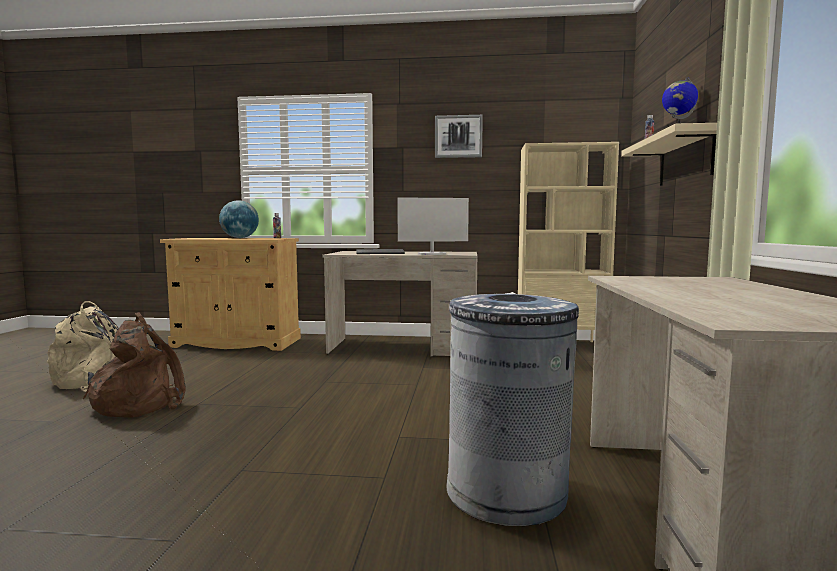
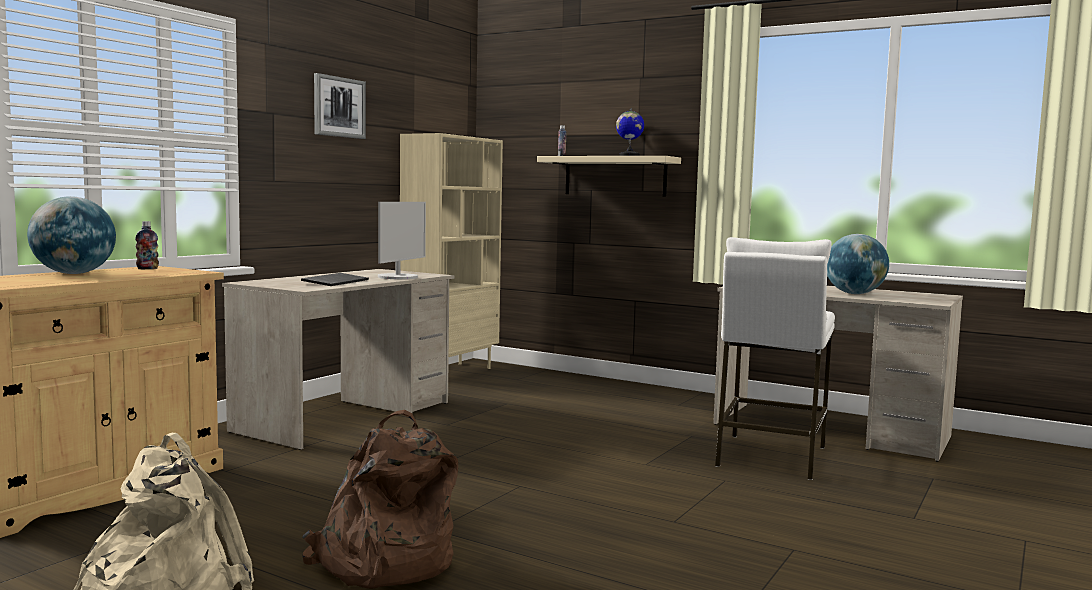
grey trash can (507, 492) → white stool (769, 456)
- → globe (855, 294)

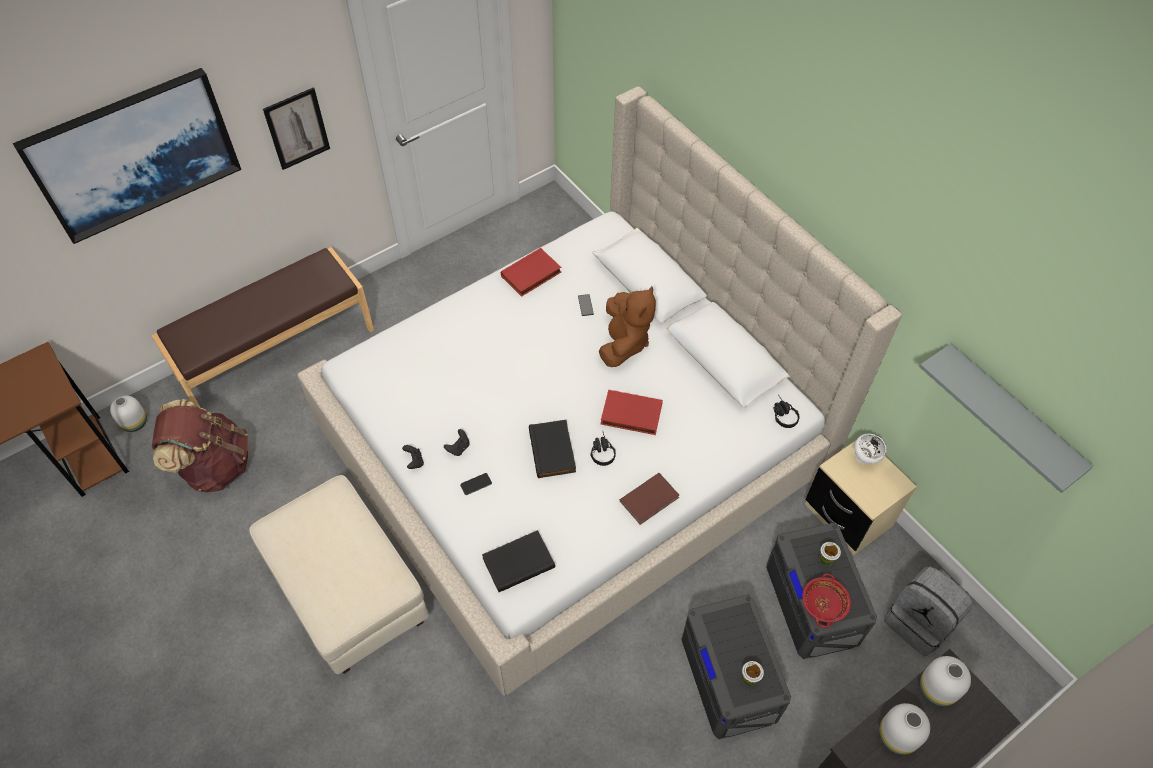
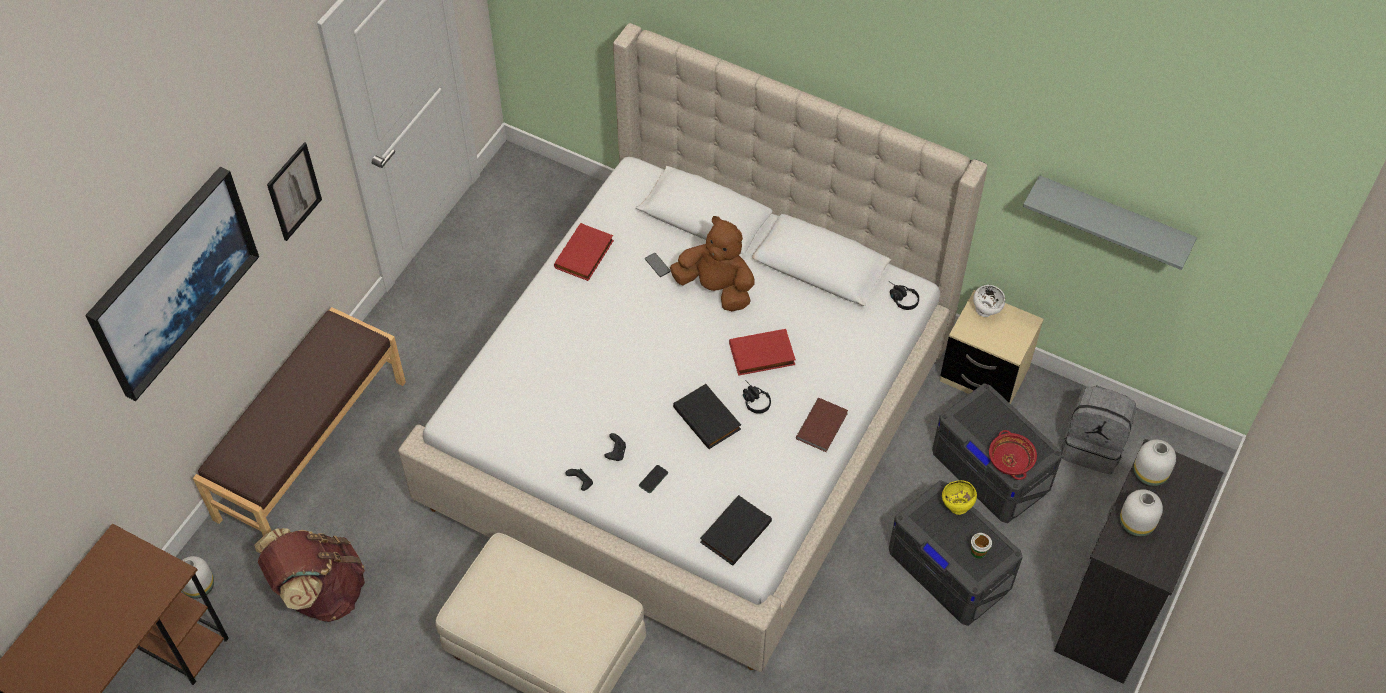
brown plush toy (624, 343) → brown plush toy (716, 288), 45 degrees counterclockwise
cup (826, 559) → -
- → yellow bowl (956, 506)

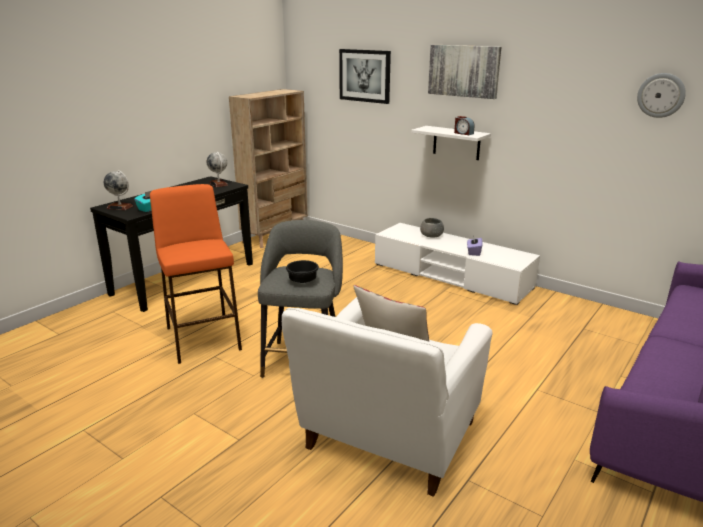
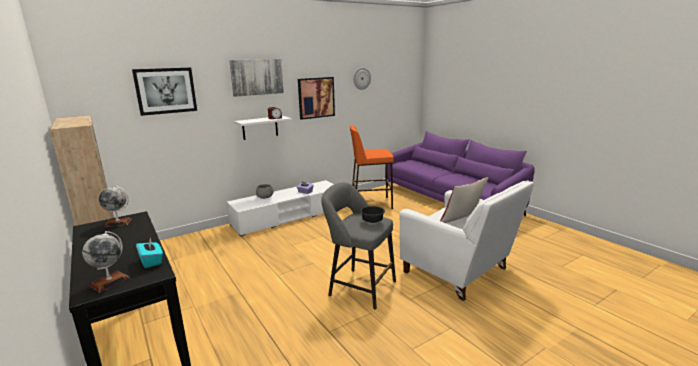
orange stool (203, 338) → orange stool (371, 203), relocated
- → picture (316, 97)

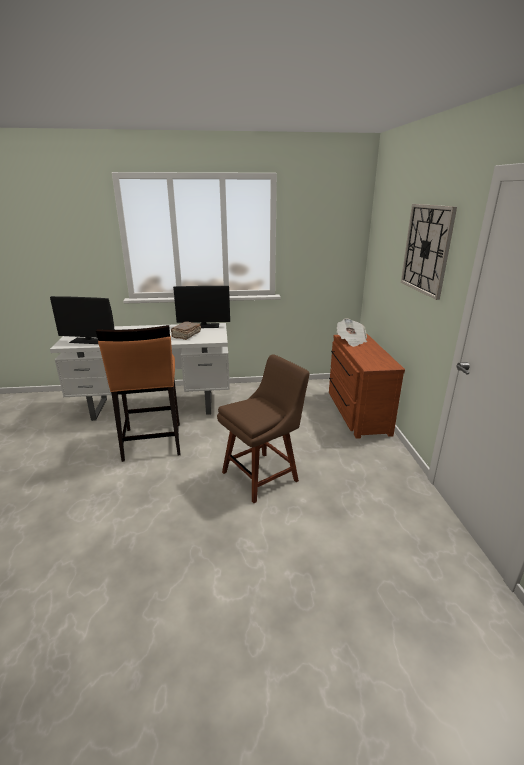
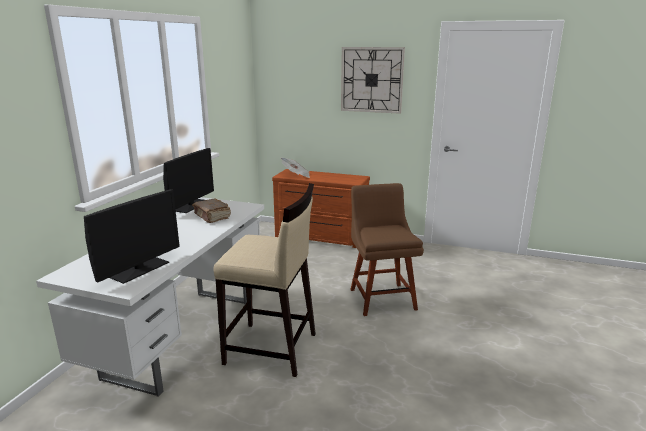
orange stool (152, 442) → beige stool (271, 349)

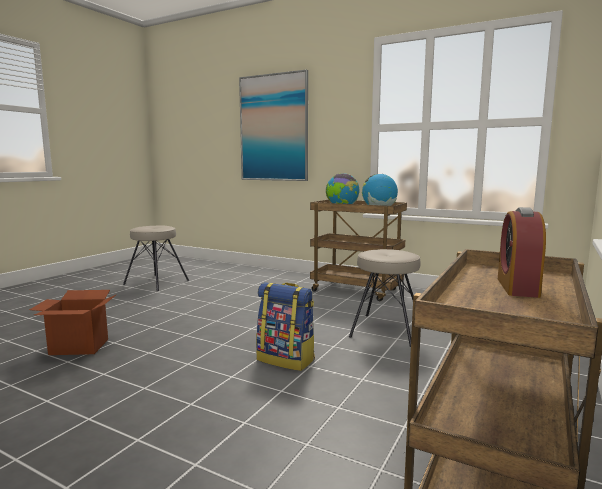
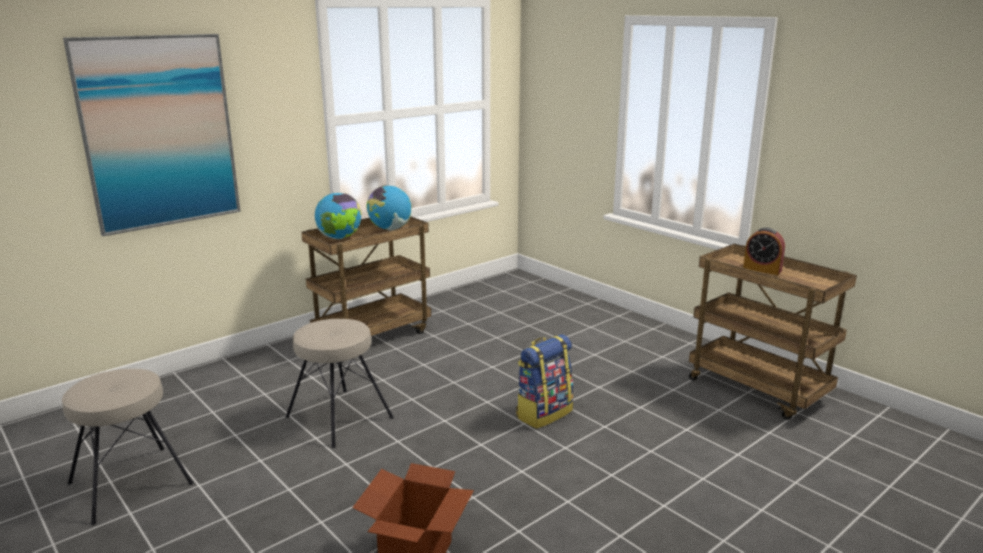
beige stool (386, 330) → beige stool (338, 418), relocated

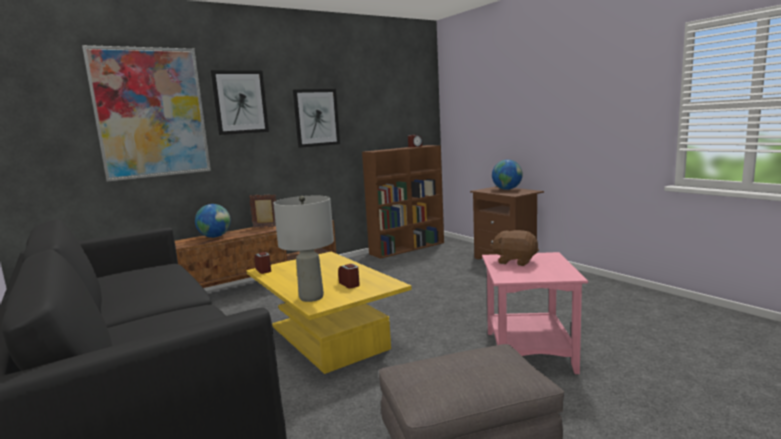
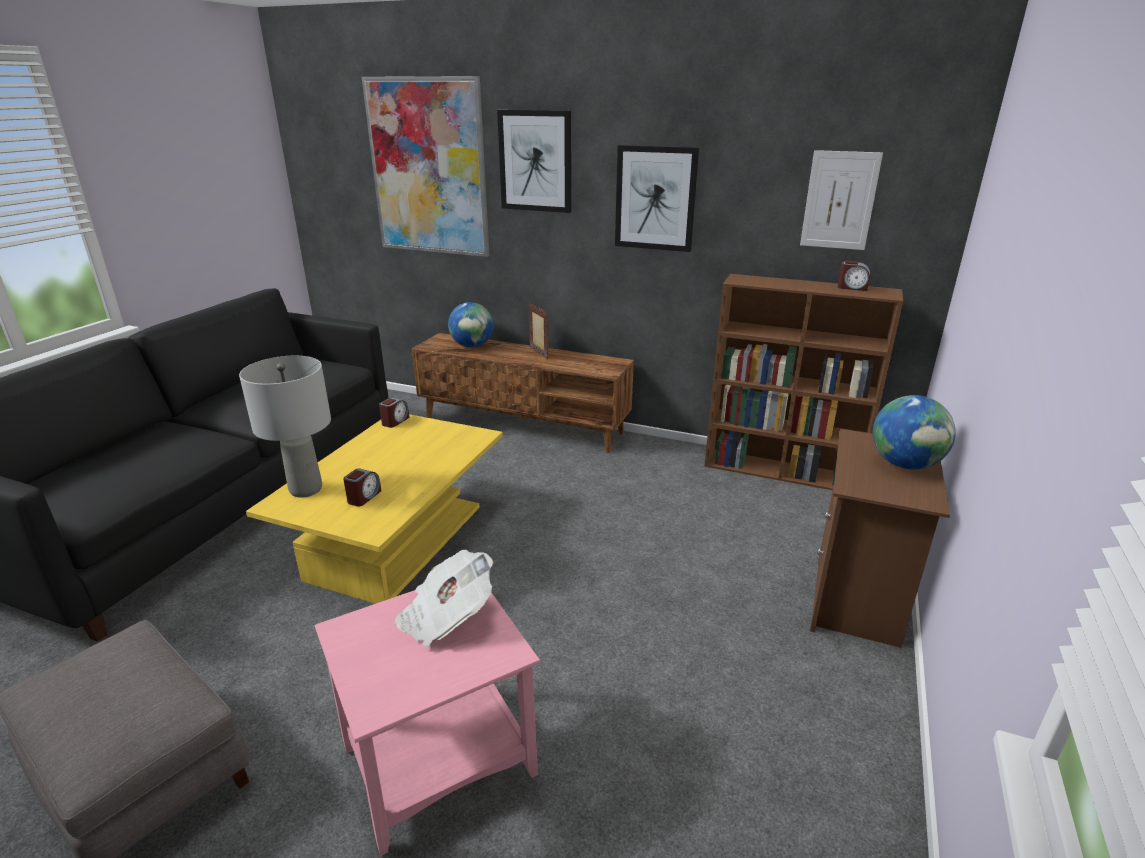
brown plush toy (515, 261) → newspaper (446, 616)
- → picture (839, 200)

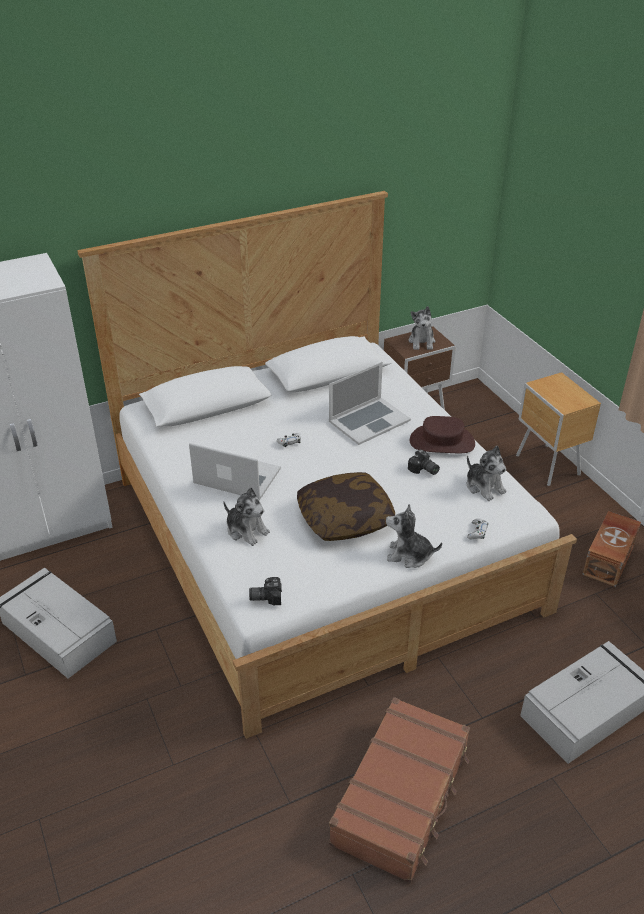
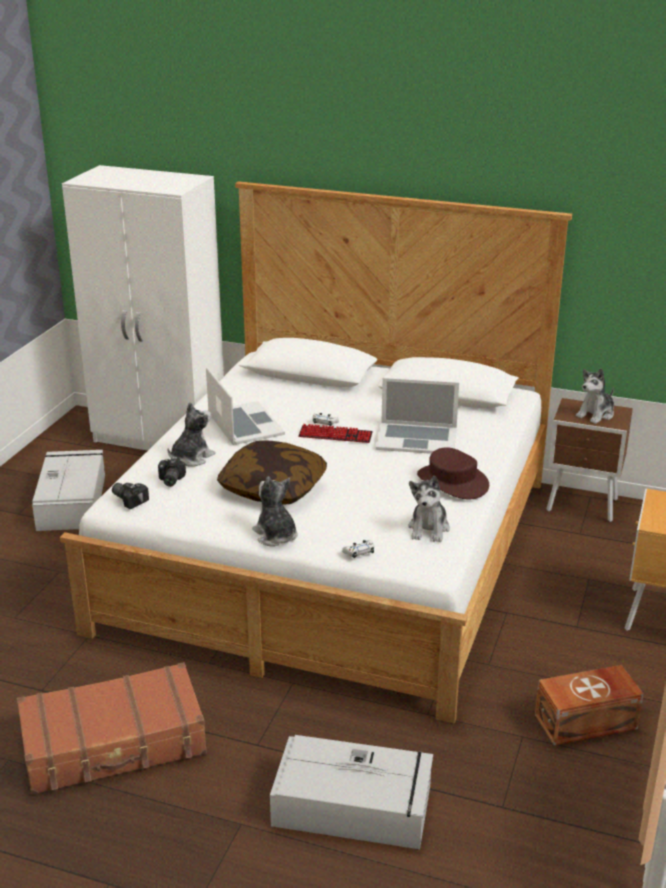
photo camera (423, 470) → photo camera (169, 480), relocated
plush toy (246, 530) → plush toy (191, 458), 135 degrees counterclockwise
- → keyboard (335, 435)

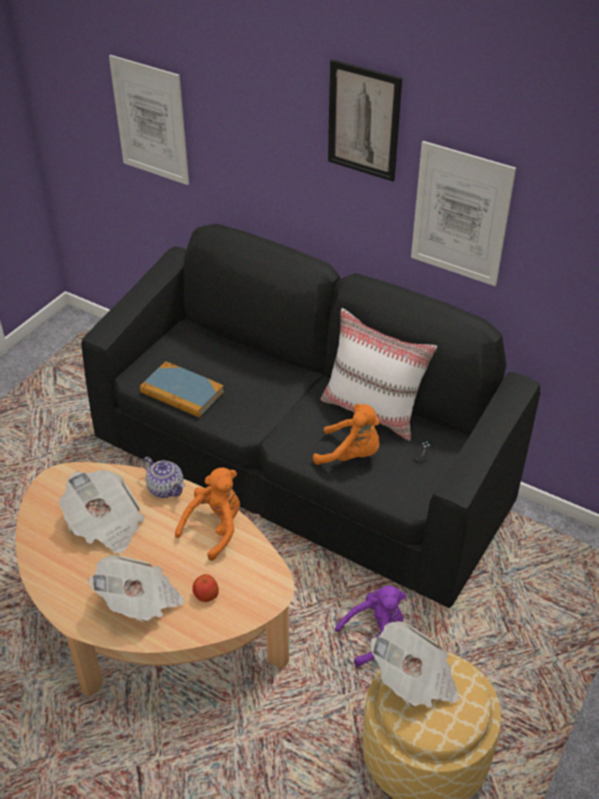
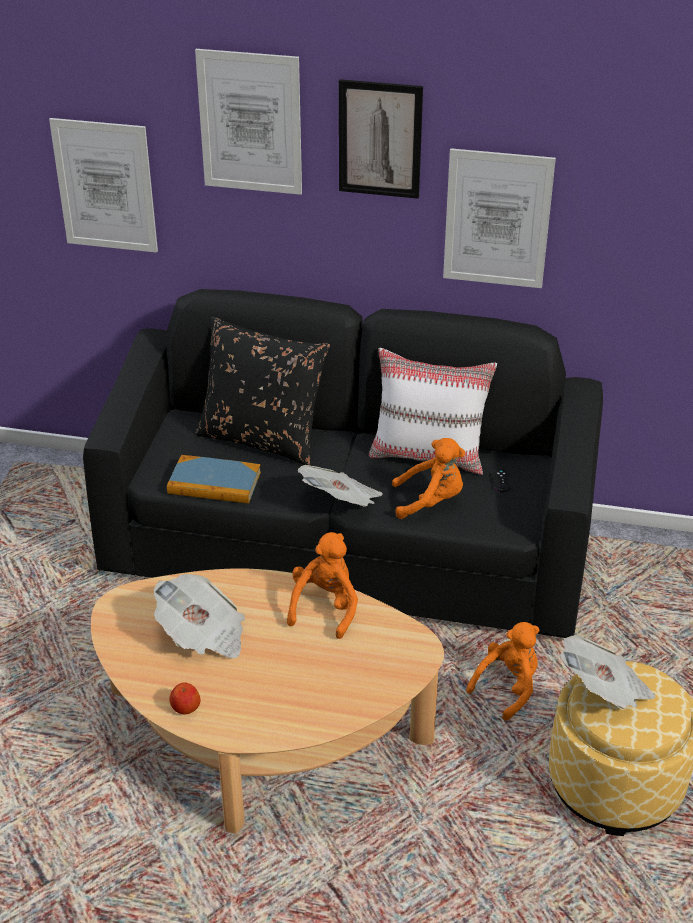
teapot (165, 488) → -
newspaper (140, 601) → newspaper (341, 503), relocated
apple (206, 595) → apple (185, 707), relocated
purple plush toy (374, 635) → orange plush toy (508, 687)
- → picture (250, 122)
- → black pillow (263, 438)

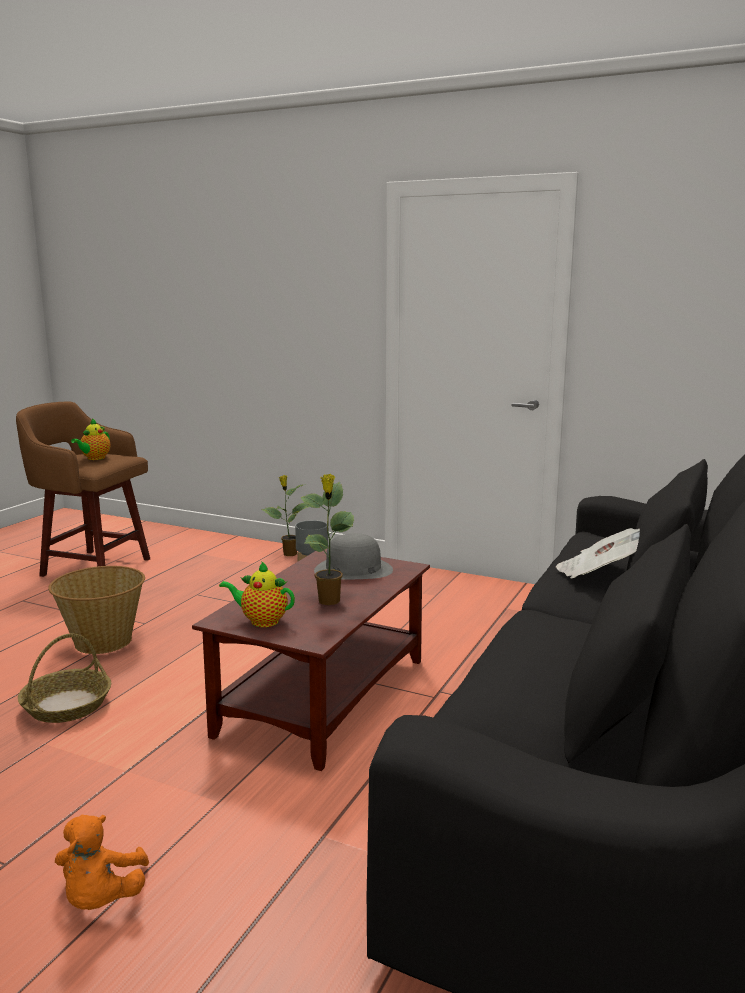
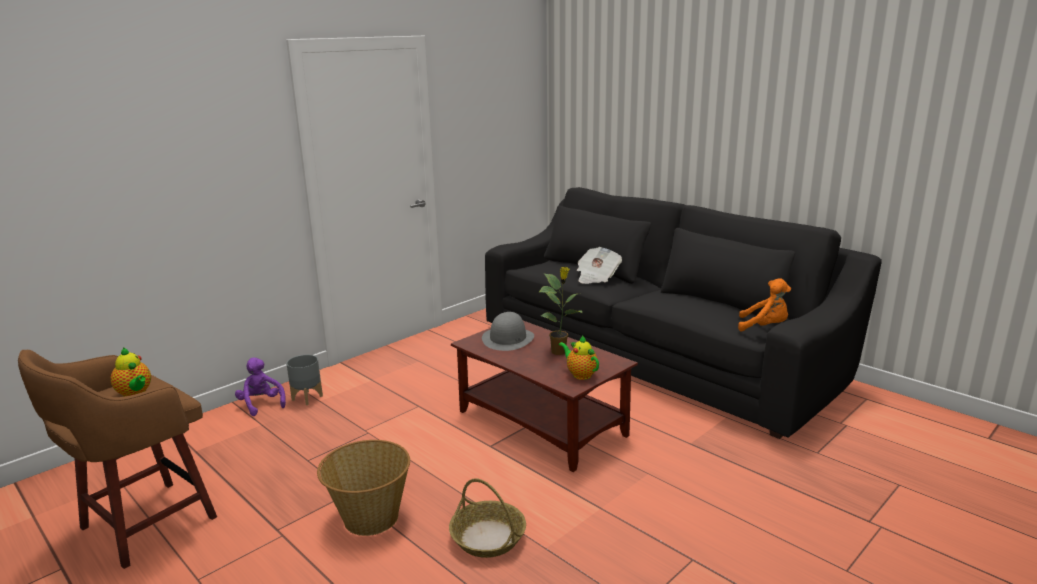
potted plant (289, 554) → purple plush toy (261, 404)
teapot (261, 621) → teapot (580, 374), 105 degrees clockwise
orange plush toy (102, 899) → orange plush toy (764, 327), relocated

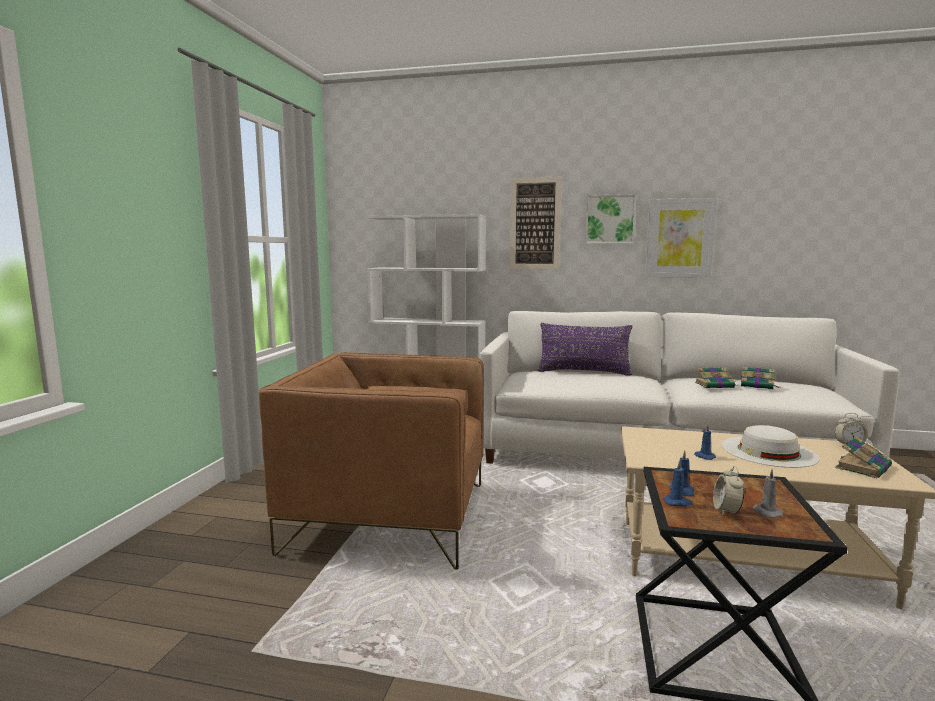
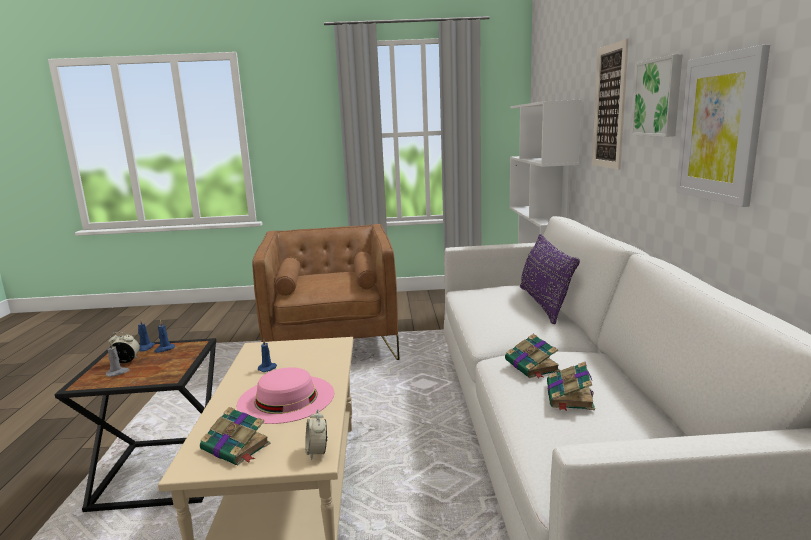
white hat (768, 451) → pink hat (286, 398)

